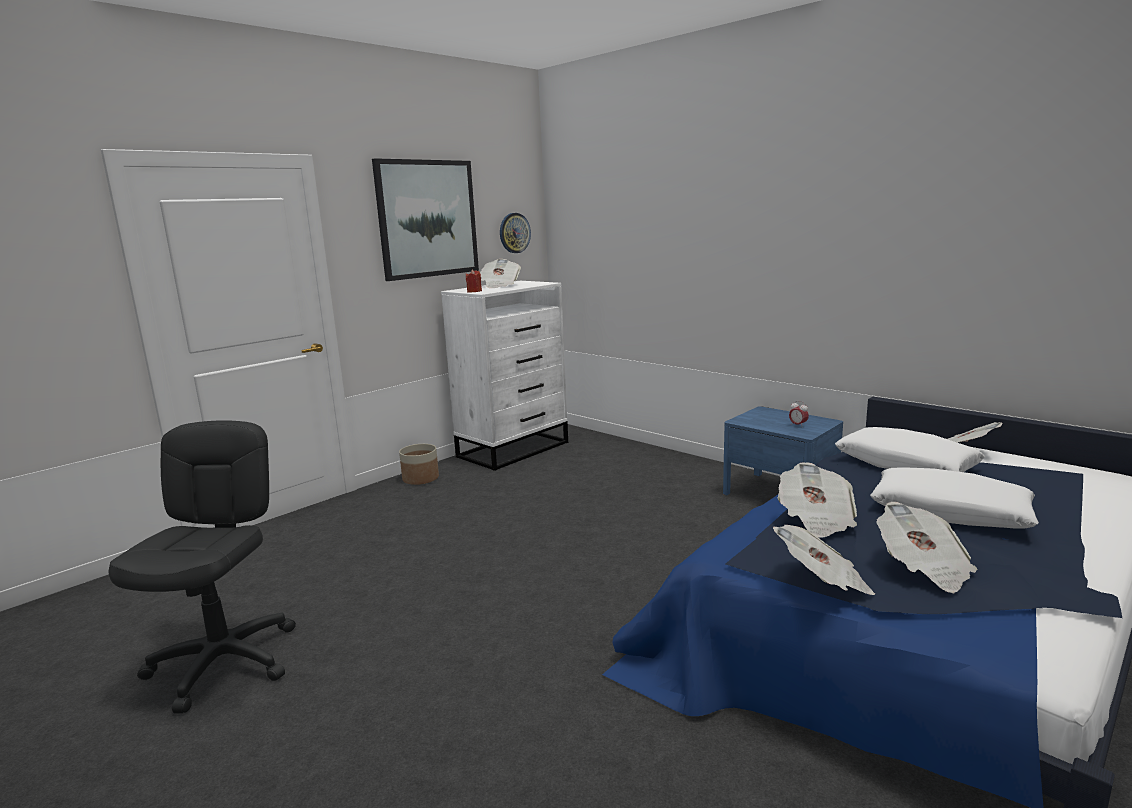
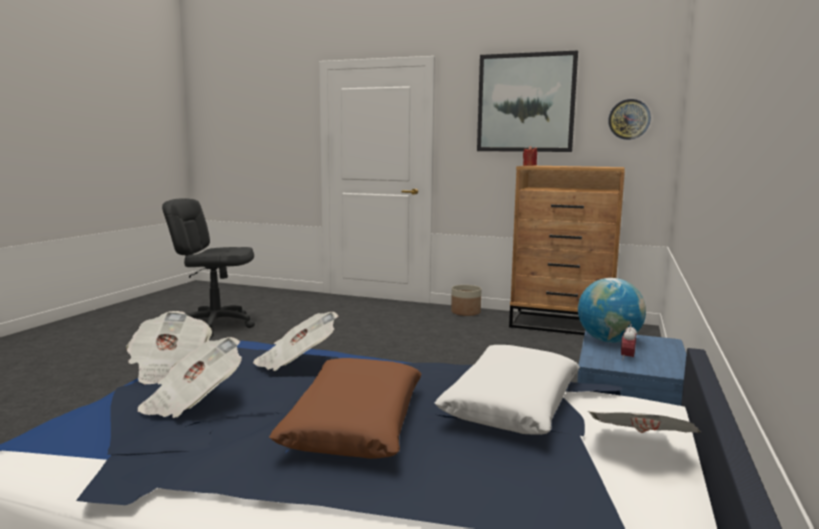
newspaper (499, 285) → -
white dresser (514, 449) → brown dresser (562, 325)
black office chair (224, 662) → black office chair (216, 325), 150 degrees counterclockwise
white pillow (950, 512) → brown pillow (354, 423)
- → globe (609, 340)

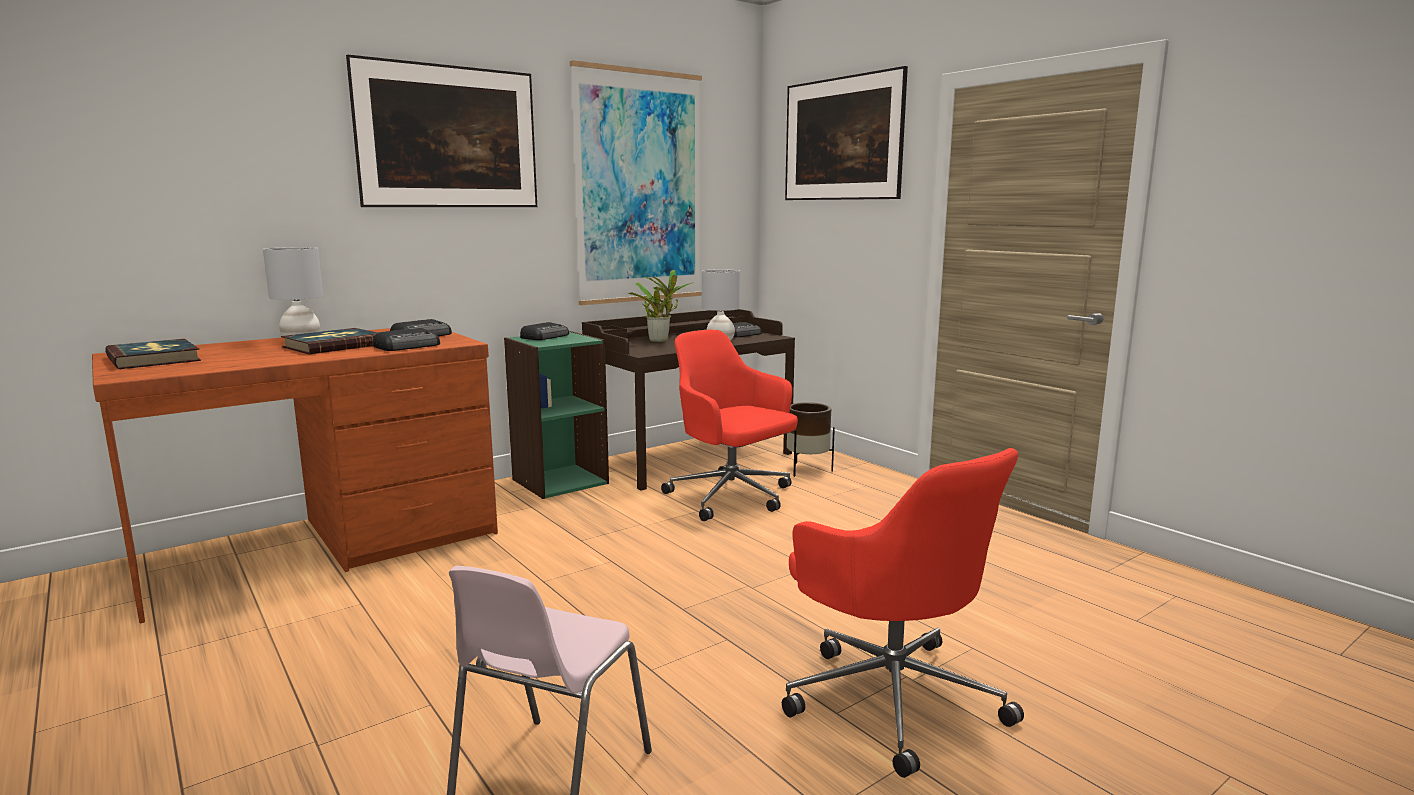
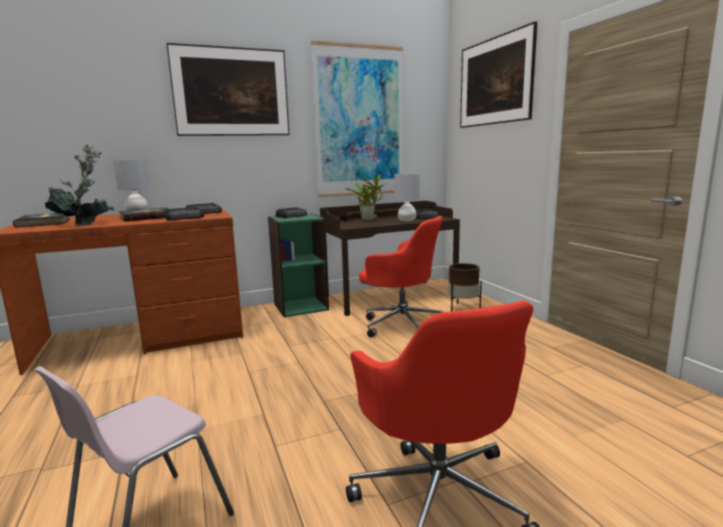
red office chair (732, 497) → red office chair (401, 324), 150 degrees clockwise
- → potted plant (86, 224)

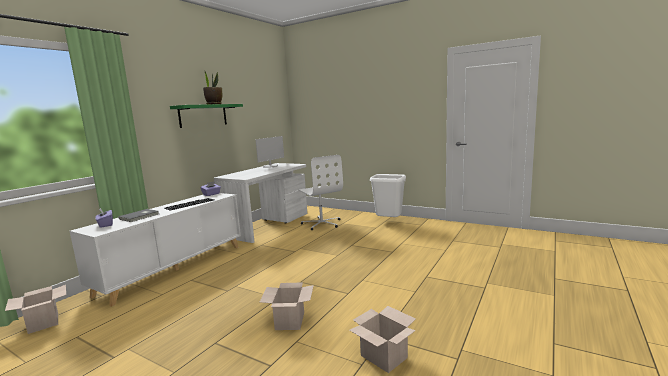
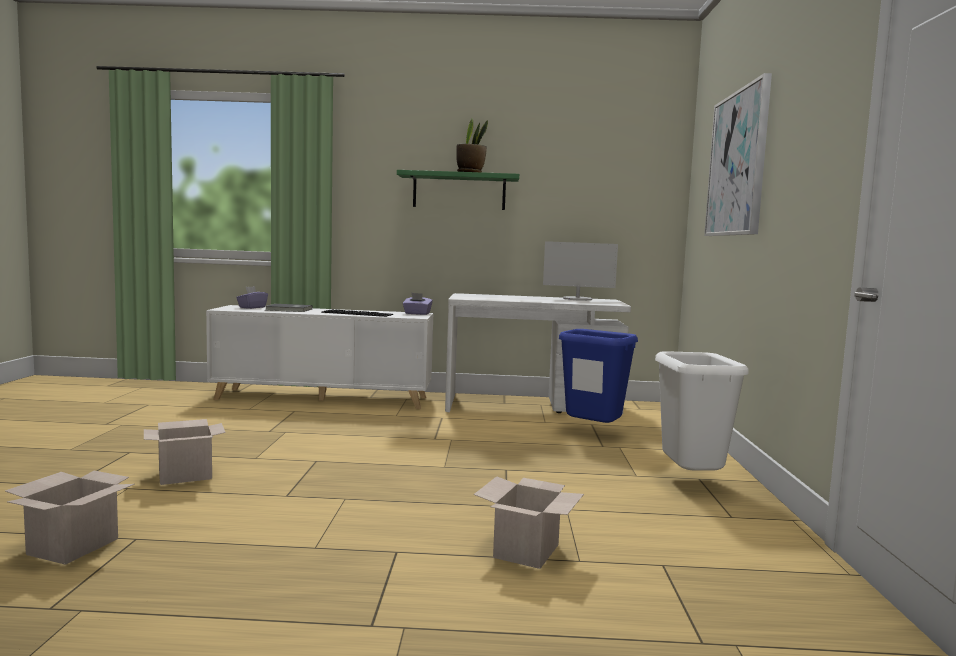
white office chair (321, 223) → blue trash can (592, 433)
cardboard box (44, 323) → cardboard box (527, 552), relocated
- → picture (737, 164)

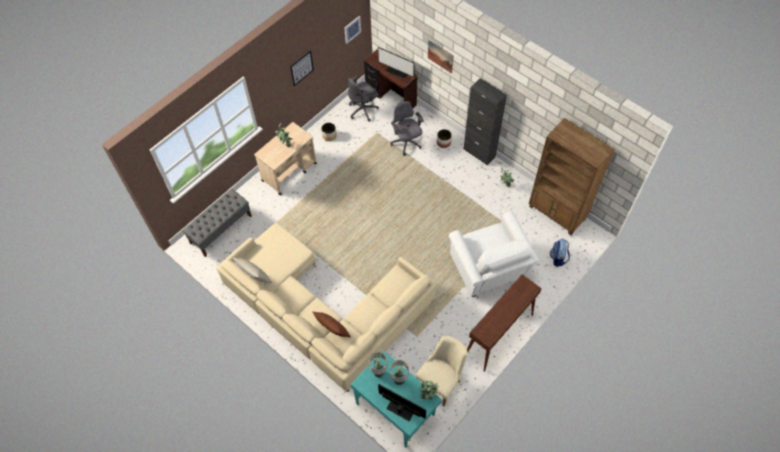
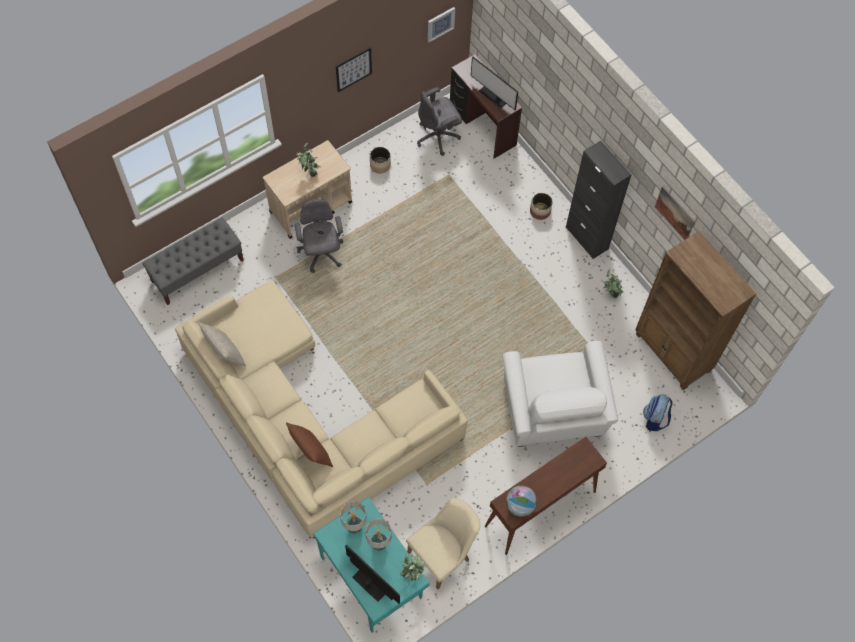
picture (440, 56) → picture (674, 213), relocated
grey office chair (406, 143) → grey office chair (321, 253), relocated
- → globe (520, 505)

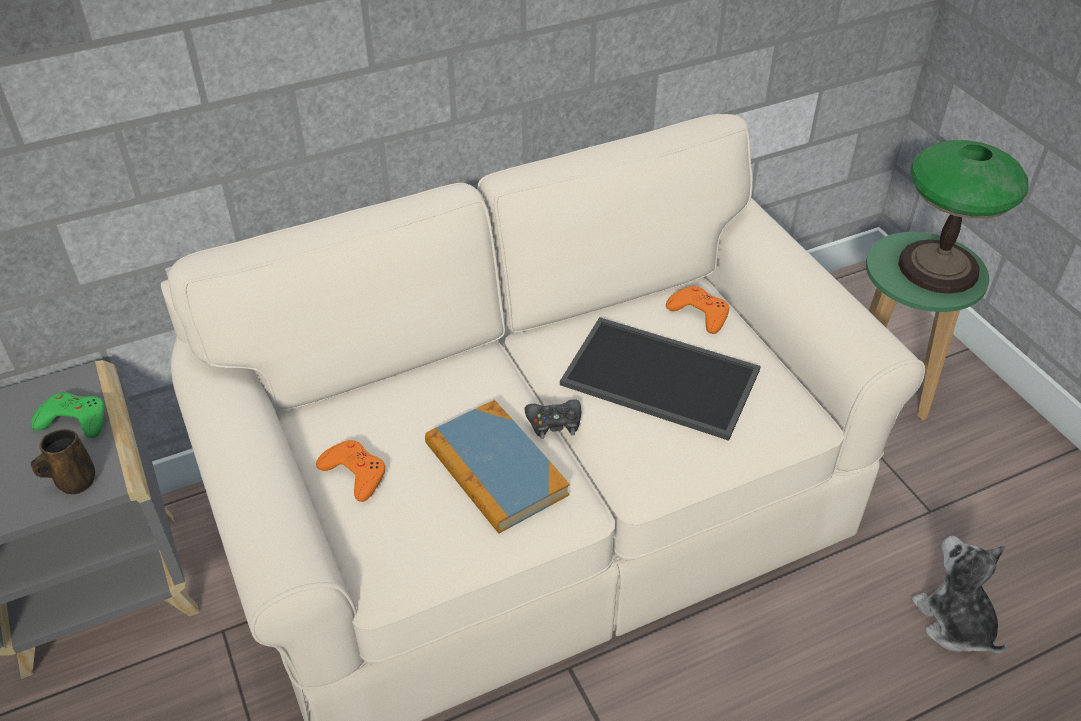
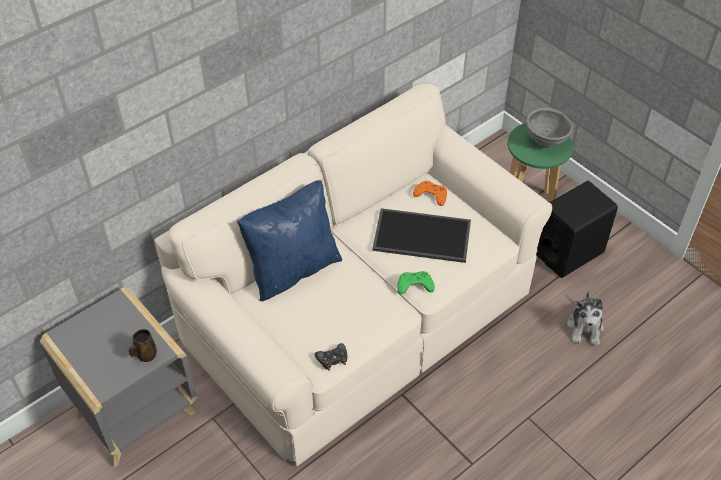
table lamp (937, 267) → grey bowl (545, 142)
green game controller (74, 420) → green game controller (415, 285), relocated
black game controller (554, 423) → black game controller (332, 359), relocated
book (495, 469) → -
orange game controller (354, 473) → -
plush toy (954, 622) → plush toy (585, 328), 135 degrees counterclockwise
- → blue pillow (293, 269)
- → black speaker (568, 252)

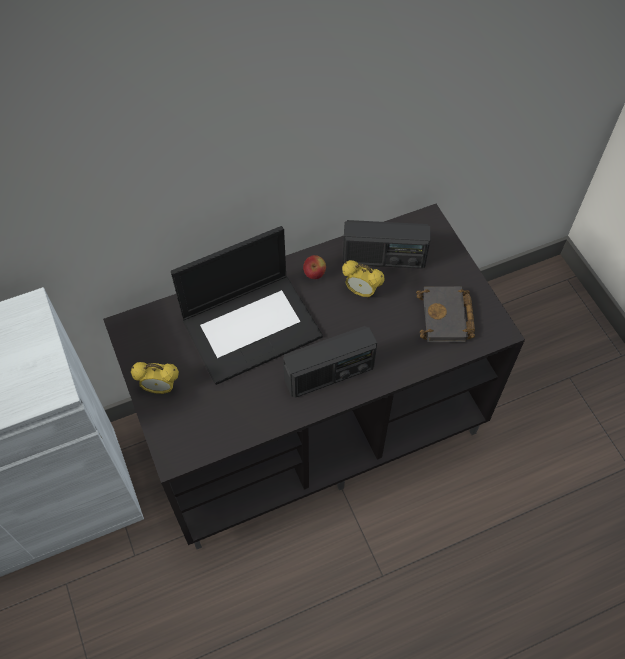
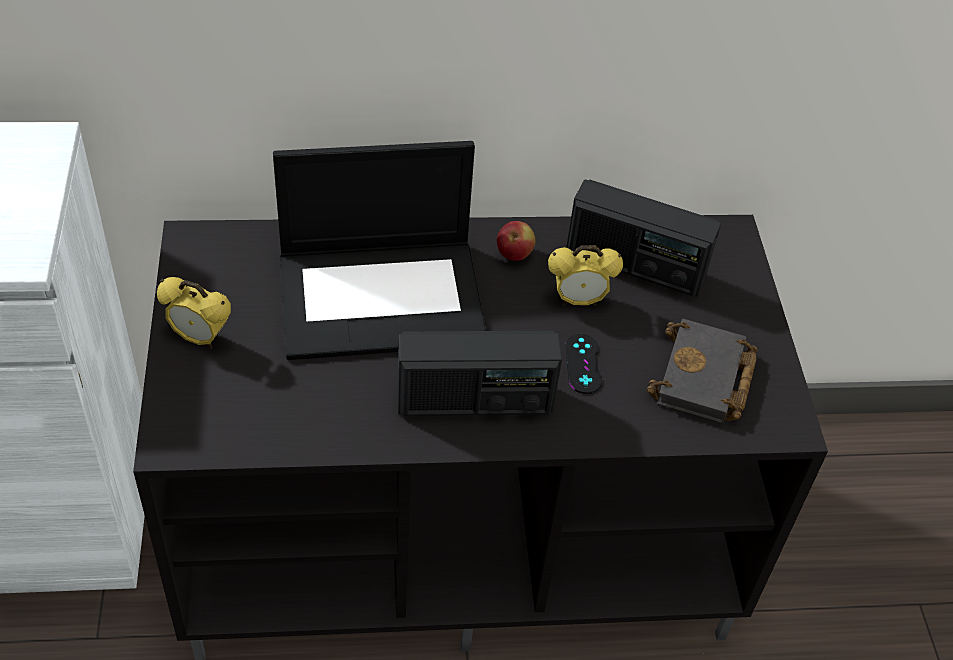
alarm clock (361, 292) → alarm clock (578, 301), 45 degrees counterclockwise
- → black game controller (583, 364)

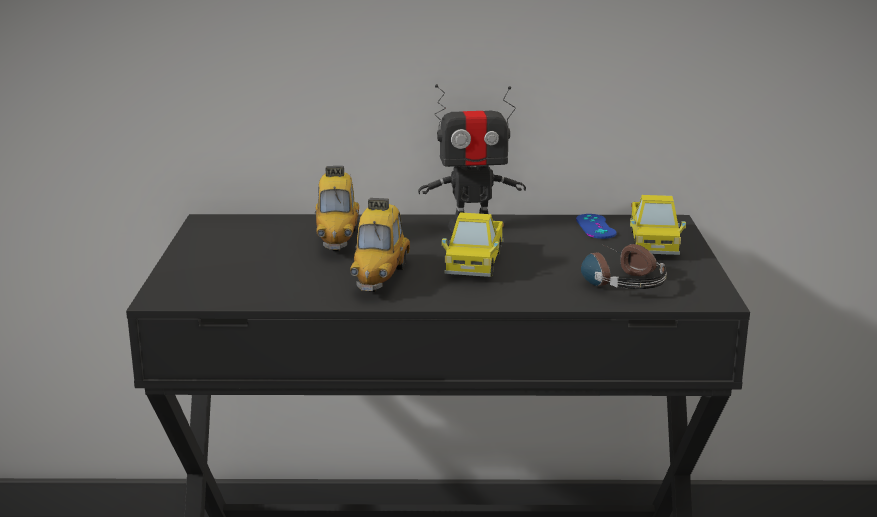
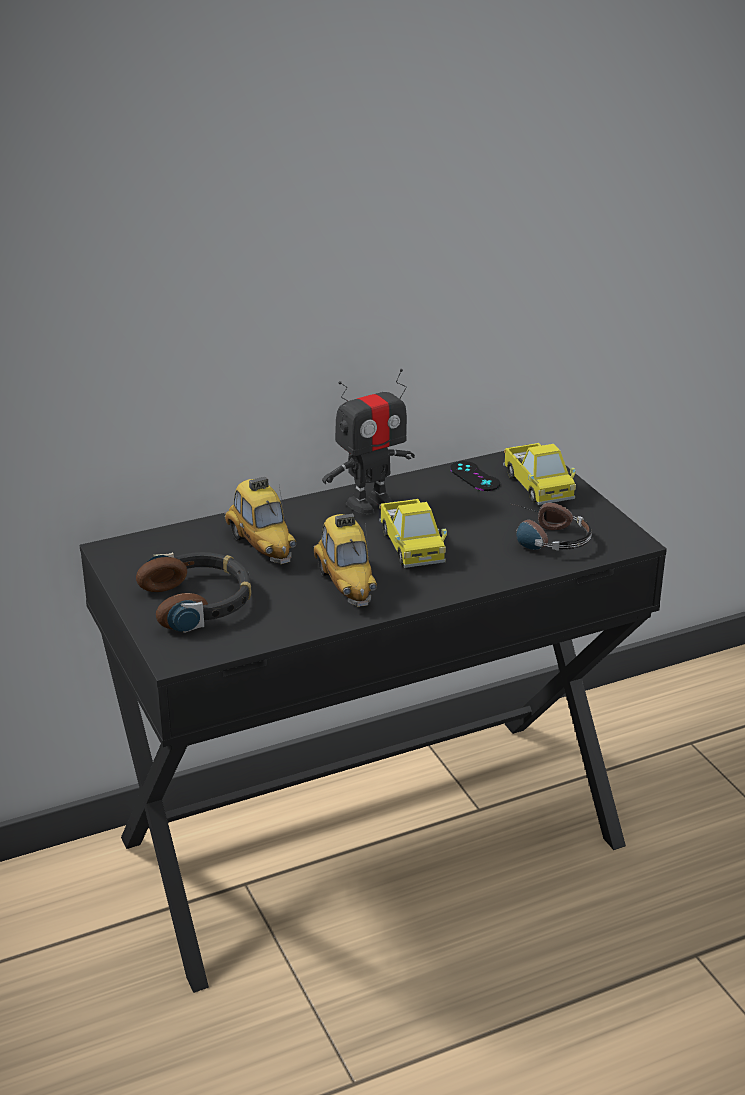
blue game controller (595, 227) → black game controller (474, 476)
- → headphones (198, 601)

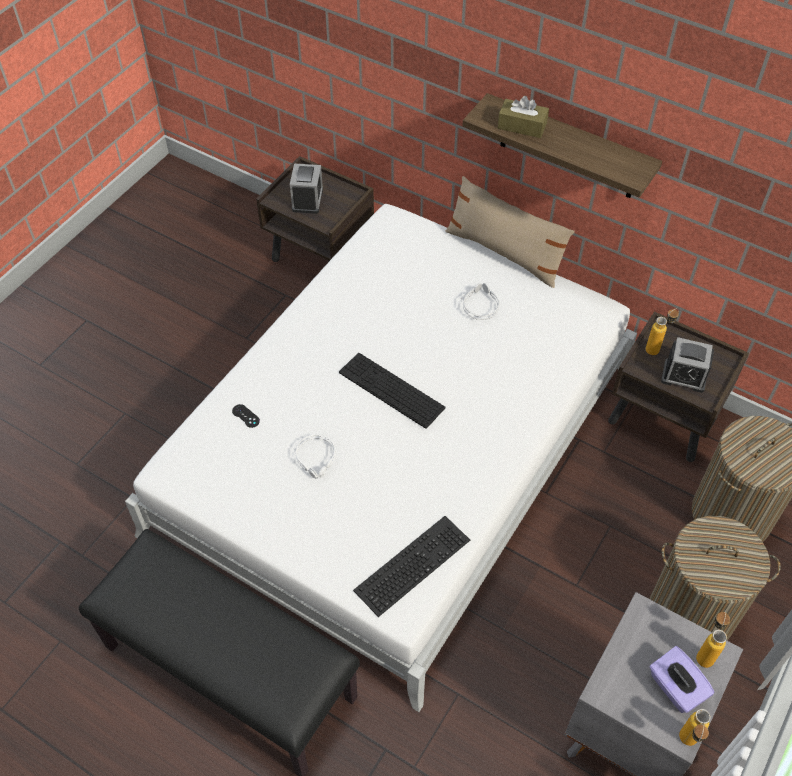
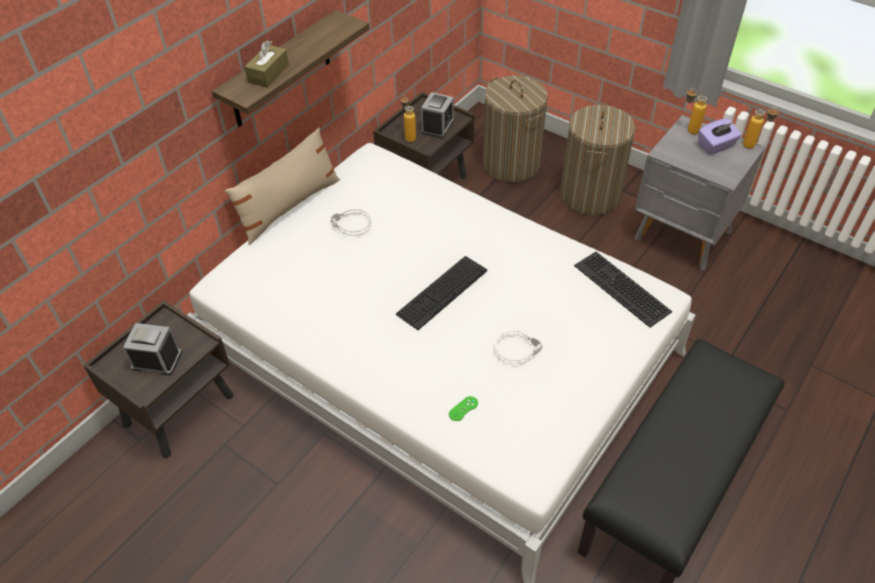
black game controller (245, 416) → green game controller (463, 408)

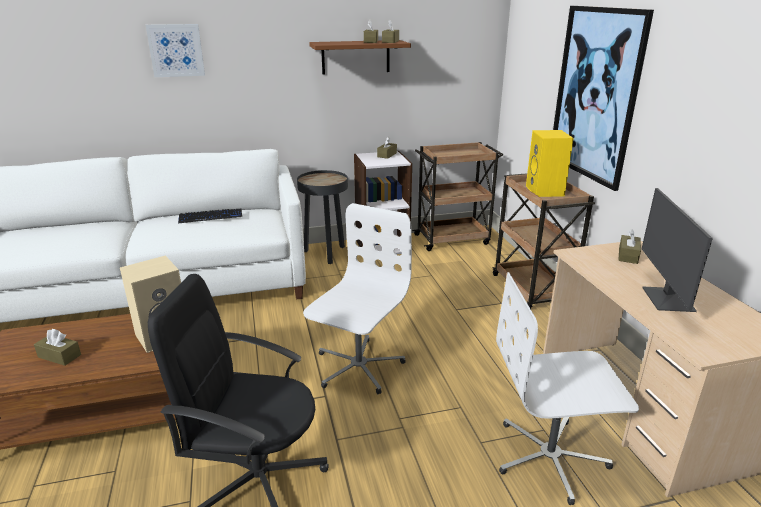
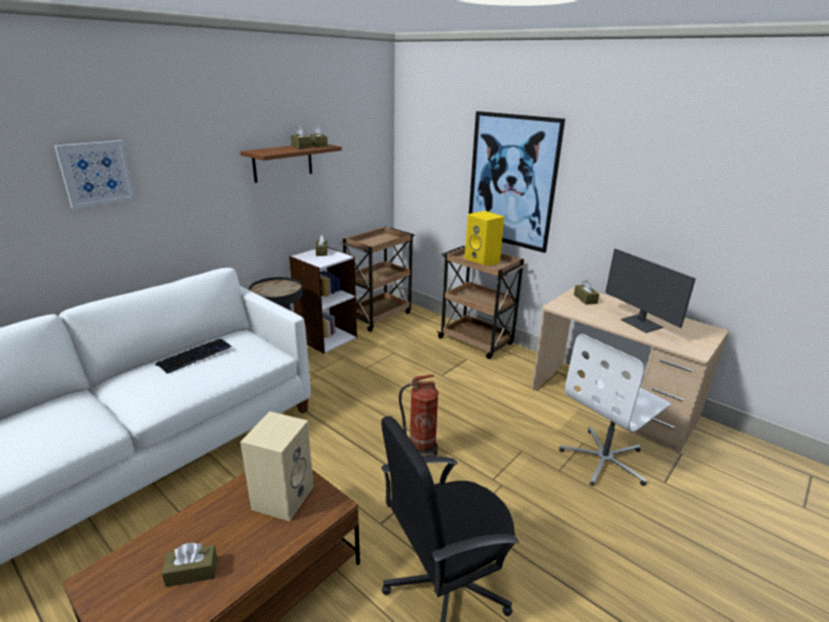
white office chair (358, 366) → fire extinguisher (420, 452)

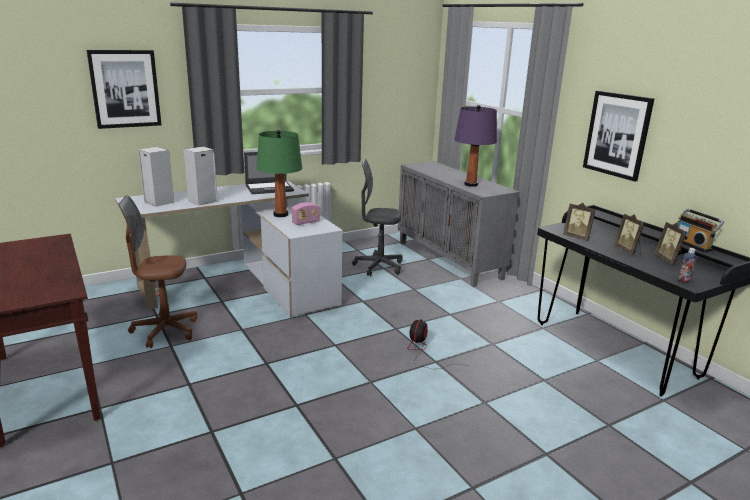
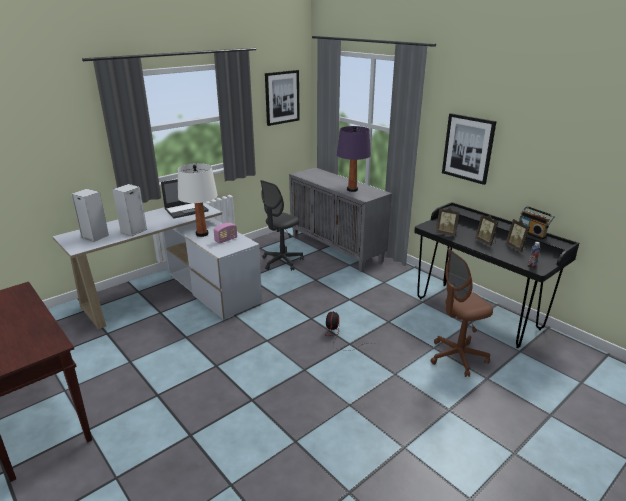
picture (125, 89) → picture (282, 97), relocated
green table lamp (280, 215) → white table lamp (202, 234)
grey office chair (378, 266) → grey office chair (282, 262), 45 degrees counterclockwise
brown office chair (165, 331) → brown office chair (457, 357), relocated

